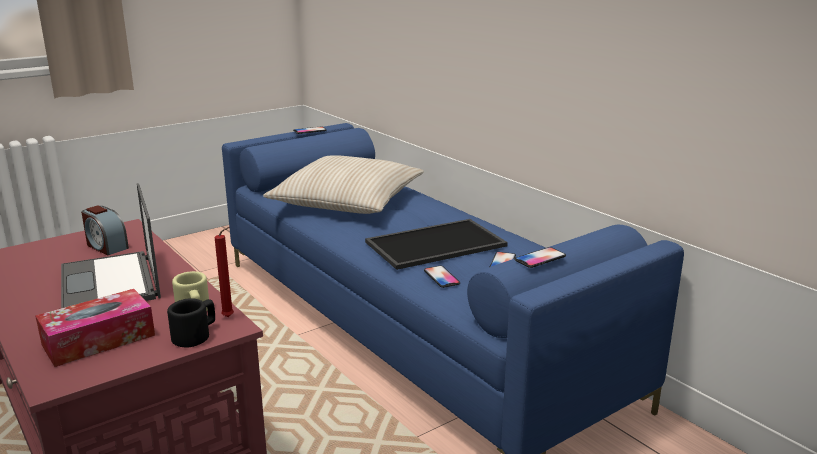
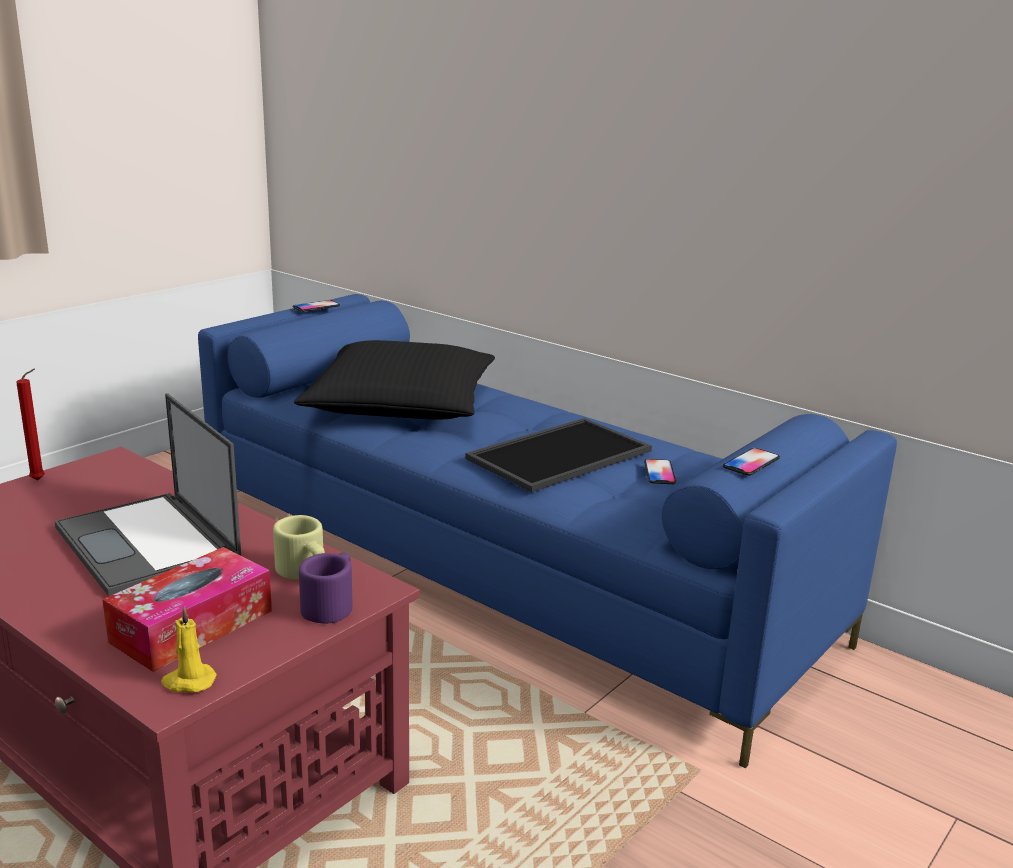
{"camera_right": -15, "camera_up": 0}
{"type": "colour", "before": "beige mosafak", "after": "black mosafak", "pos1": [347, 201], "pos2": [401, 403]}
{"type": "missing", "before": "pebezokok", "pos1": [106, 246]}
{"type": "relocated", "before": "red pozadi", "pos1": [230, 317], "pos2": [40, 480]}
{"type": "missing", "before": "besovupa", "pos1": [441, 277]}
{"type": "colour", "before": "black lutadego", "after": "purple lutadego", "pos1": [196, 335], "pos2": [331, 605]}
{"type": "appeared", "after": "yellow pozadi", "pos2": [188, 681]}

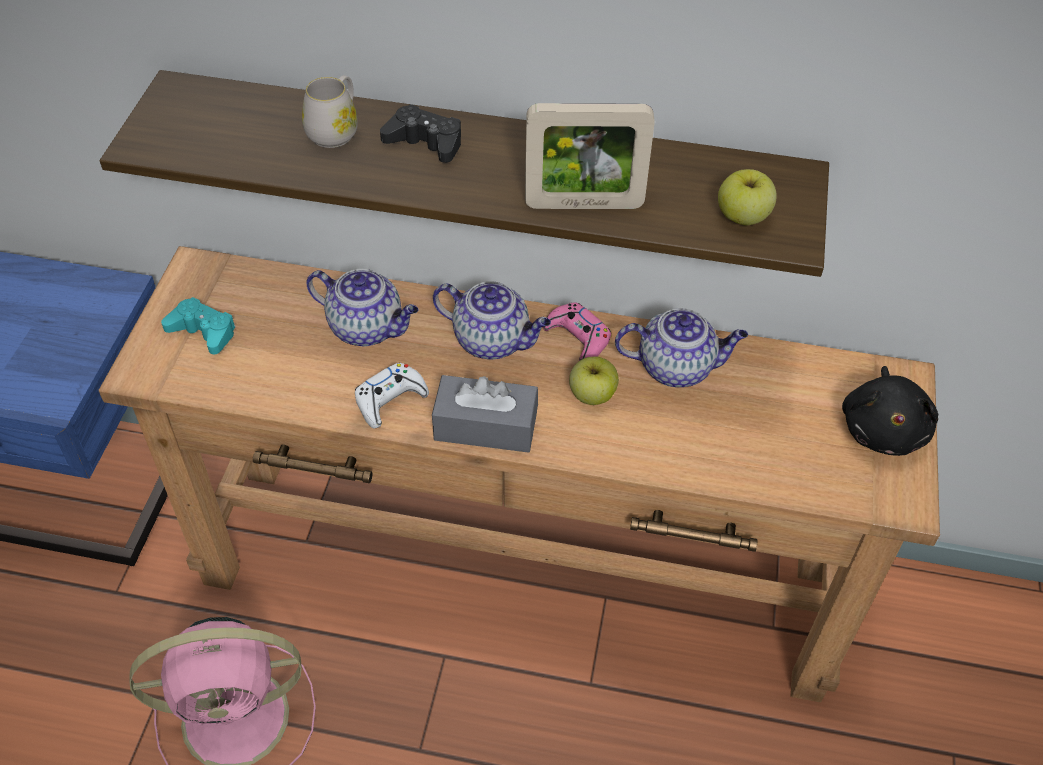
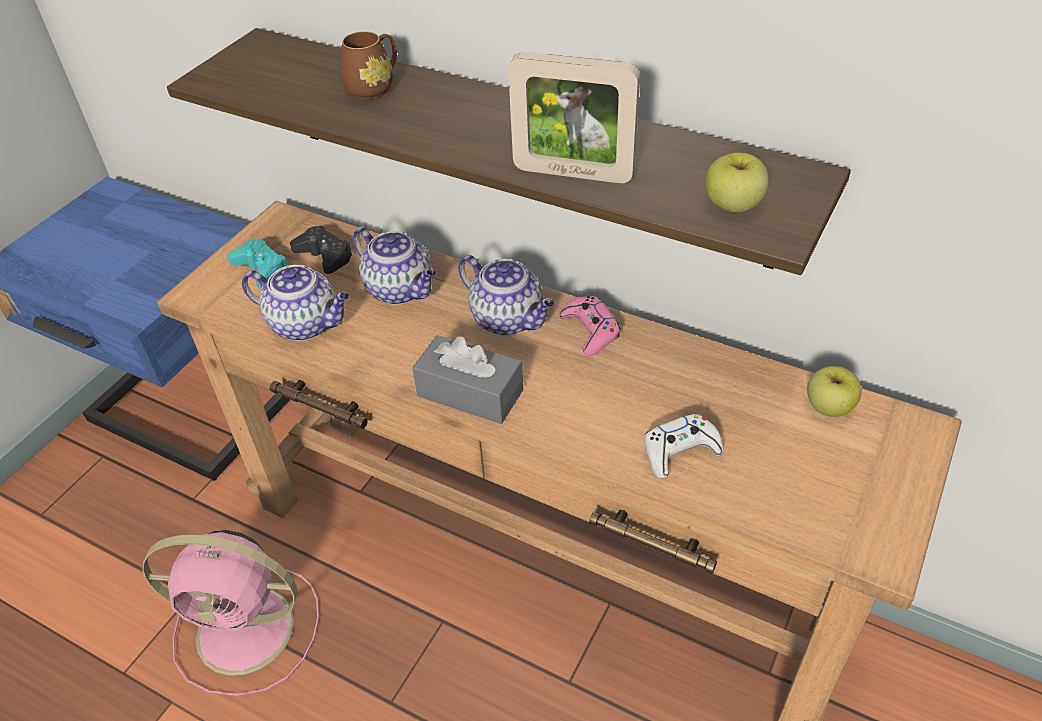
{"camera_right": 20, "camera_up": -5}
{"type": "colour", "before": "white lutadego", "after": "brown lutadego", "pos1": [336, 130], "pos2": [374, 87]}
{"type": "relocated", "before": "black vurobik", "pos1": [425, 142], "pos2": [324, 256]}
{"type": "relocated", "before": "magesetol", "pos1": [677, 367], "pos2": [306, 324]}
{"type": "relocated", "before": "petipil", "pos1": [592, 395], "pos2": [828, 407]}
{"type": "relocated", "before": "white vurobik", "pos1": [390, 400], "pos2": [680, 451]}
{"type": "missing", "before": "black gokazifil", "pos1": [883, 429]}

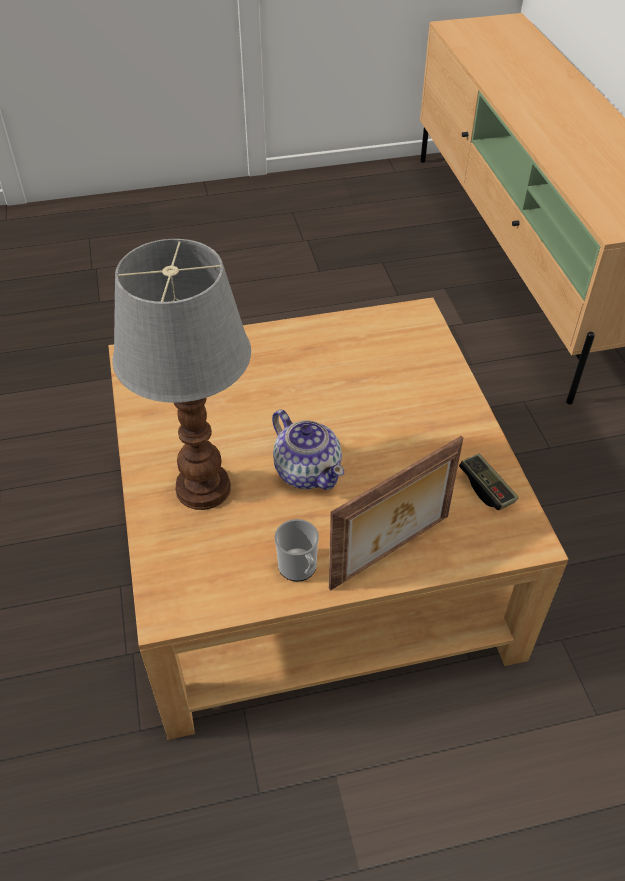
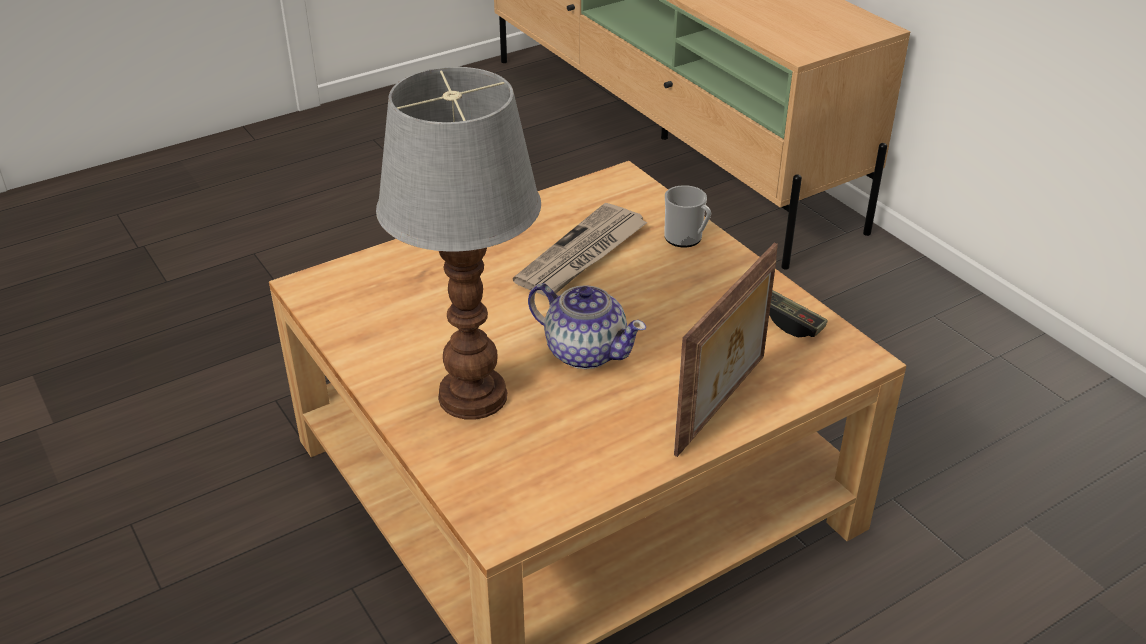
{"camera_right": -20, "camera_up": -10}
{"type": "relocated", "before": "lutadego", "pos1": [299, 569], "pos2": [686, 239]}
{"type": "appeared", "after": "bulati", "pos2": [582, 255]}

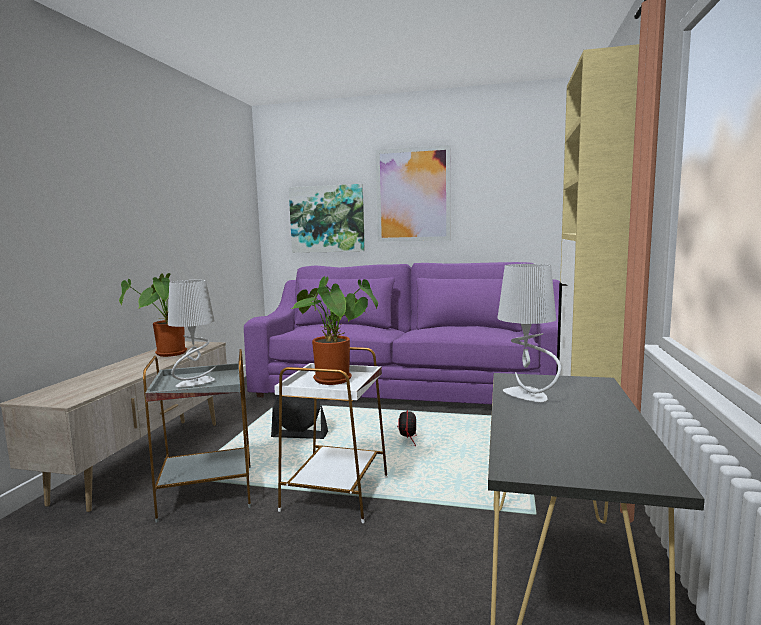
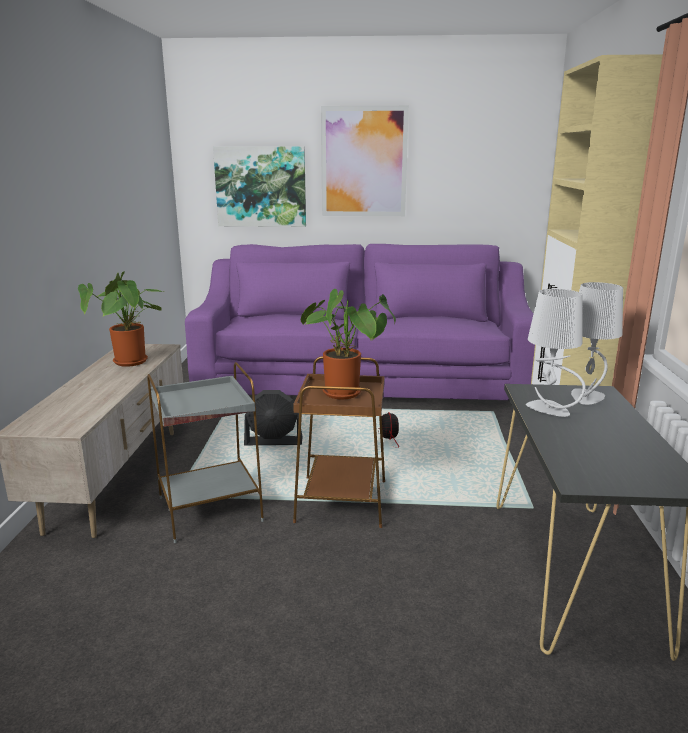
{"camera_right": -10, "camera_up": 10}
{"type": "relocated", "before": "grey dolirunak", "pos1": [195, 383], "pos2": [587, 398]}
{"type": "colour", "before": "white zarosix", "after": "brown zarosix", "pos1": [337, 493], "pos2": [342, 501]}

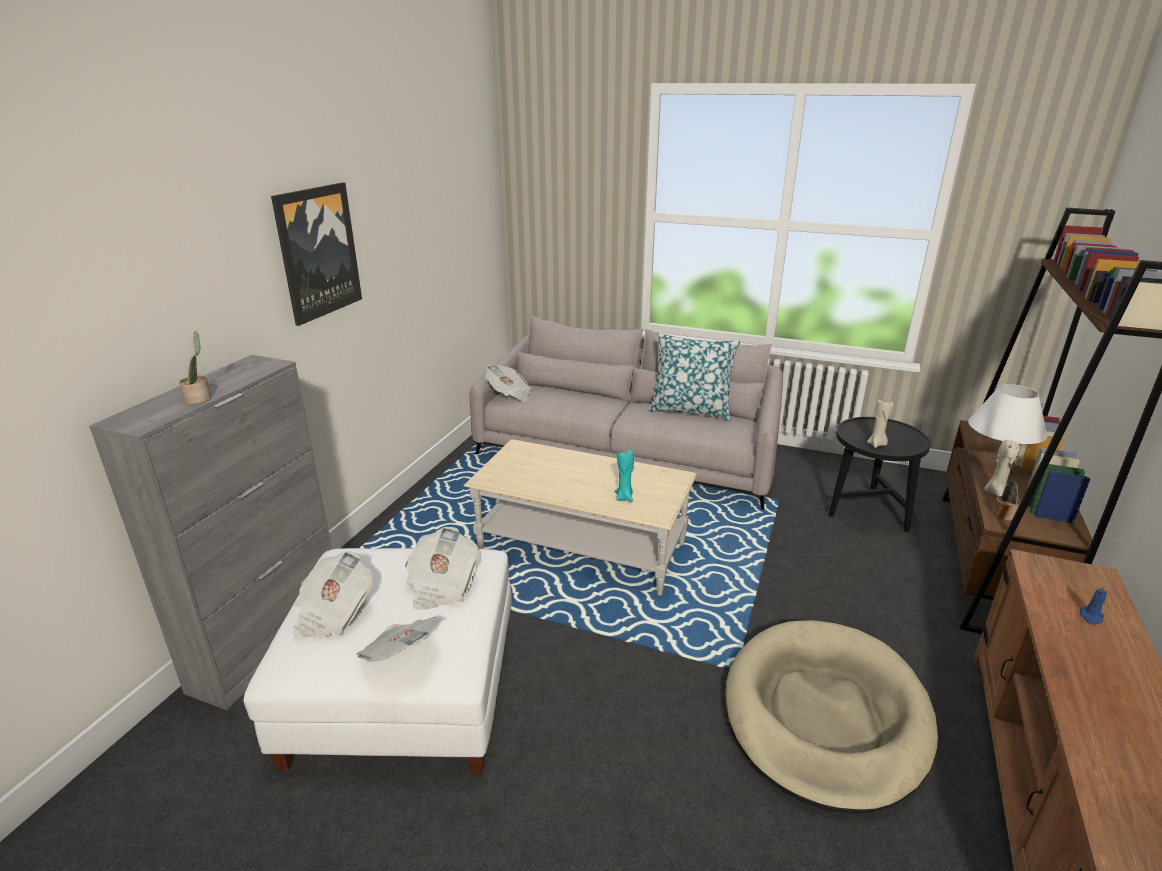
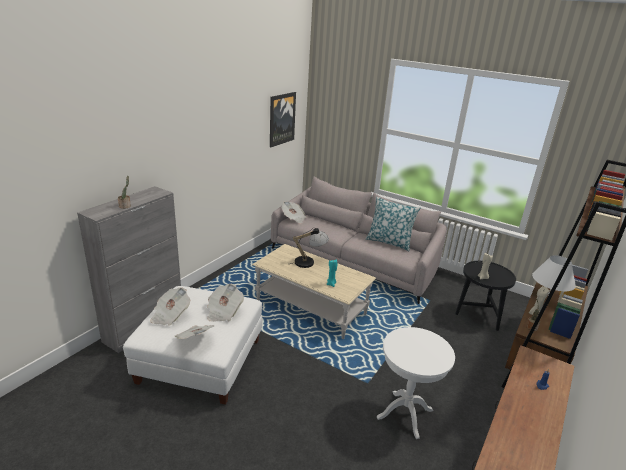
{"camera_right": 10, "camera_up": 0}
{"type": "relocated", "before": "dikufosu", "pos1": [318, 252], "pos2": [281, 119]}
{"type": "exchanged", "before": "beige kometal", "after": "white zarosix", "pos1": [825, 716], "pos2": [405, 414]}
{"type": "appeared", "after": "dolirunak", "pos2": [309, 262]}

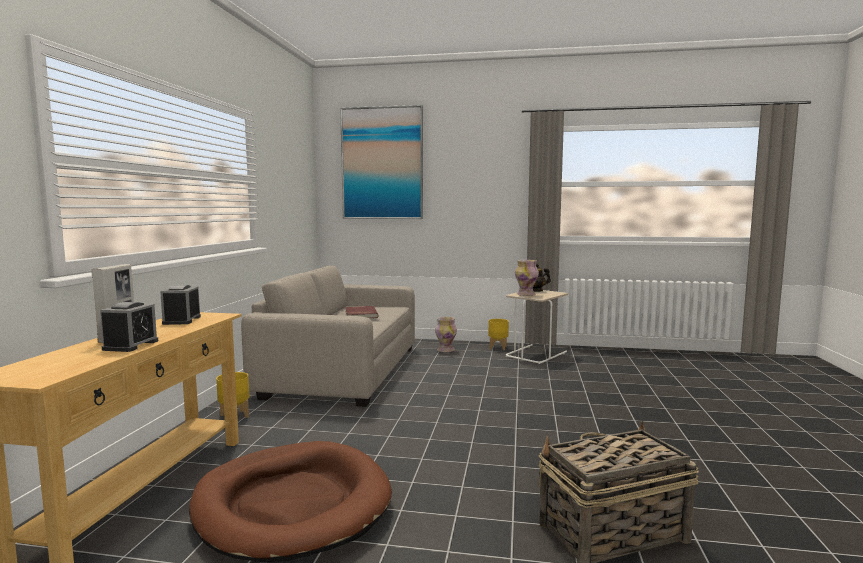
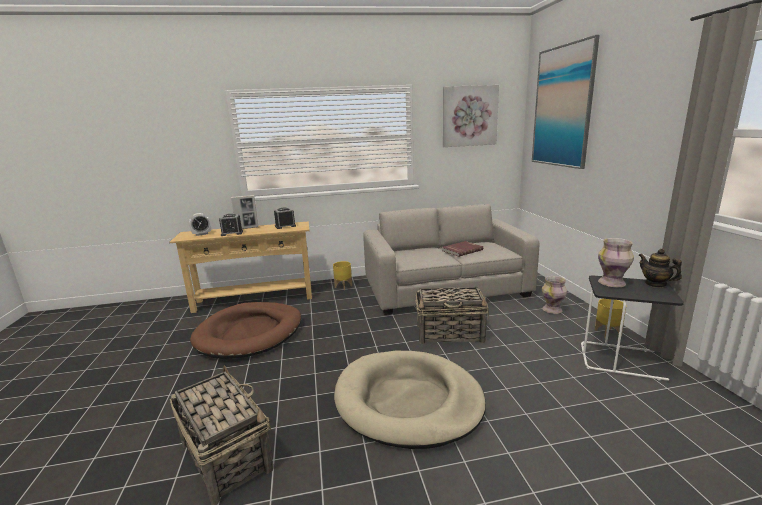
{"camera_right": 70, "camera_up": 10}
{"type": "colour", "before": "beige zarosix", "after": "black zarosix", "pos1": [535, 354], "pos2": [621, 360]}
{"type": "appeared", "after": "dikufosu", "pos2": [469, 116]}
{"type": "appeared", "after": "pebezokok", "pos2": [202, 234]}
{"type": "appeared", "after": "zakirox", "pos2": [450, 333]}
{"type": "appeared", "after": "beige kometal", "pos2": [408, 401]}

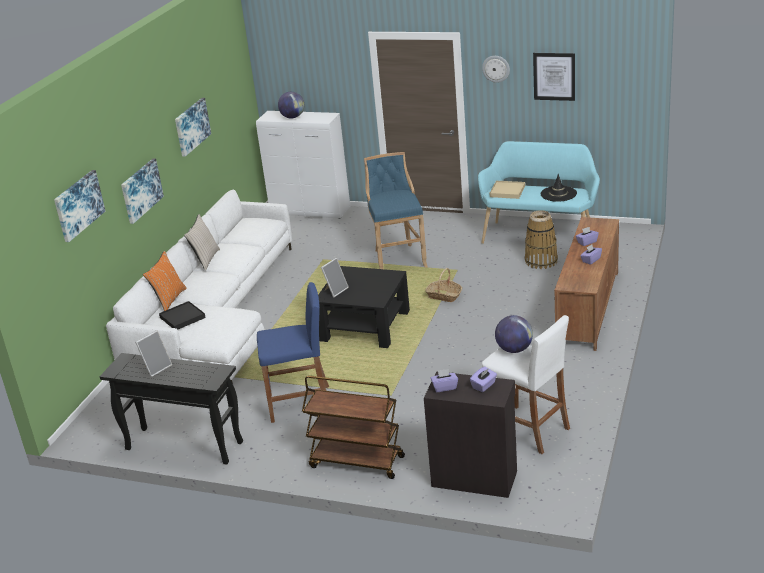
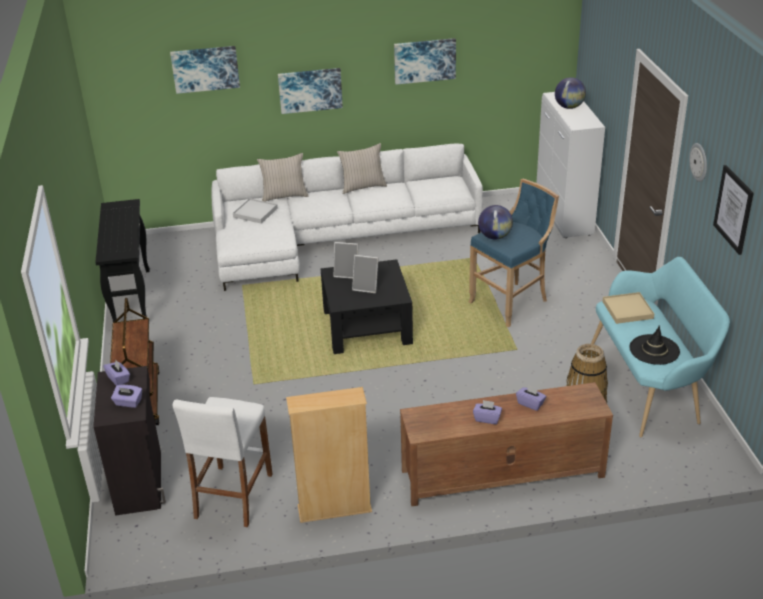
{"camera_right": 60, "camera_up": 5}
{"type": "colour", "before": "orange mosafak", "after": "beige mosafak", "pos1": [169, 300], "pos2": [284, 196]}
{"type": "missing", "before": "zakirox", "pos1": [444, 296]}
{"type": "missing", "before": "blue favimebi", "pos1": [301, 404]}
{"type": "colour", "before": "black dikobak", "after": "white dikobak", "pos1": [182, 317], "pos2": [255, 213]}
{"type": "relocated", "before": "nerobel", "pos1": [514, 349], "pos2": [495, 236]}
{"type": "relocated", "before": "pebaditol", "pos1": [156, 368], "pos2": [366, 287]}
{"type": "appeared", "after": "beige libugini", "pos2": [334, 509]}

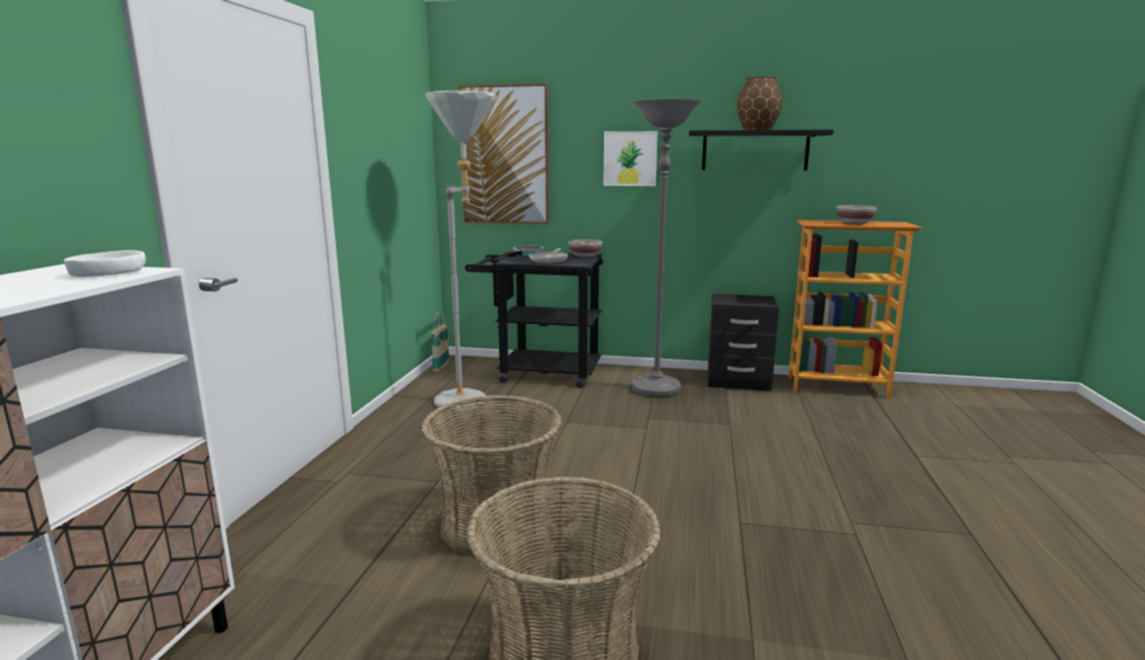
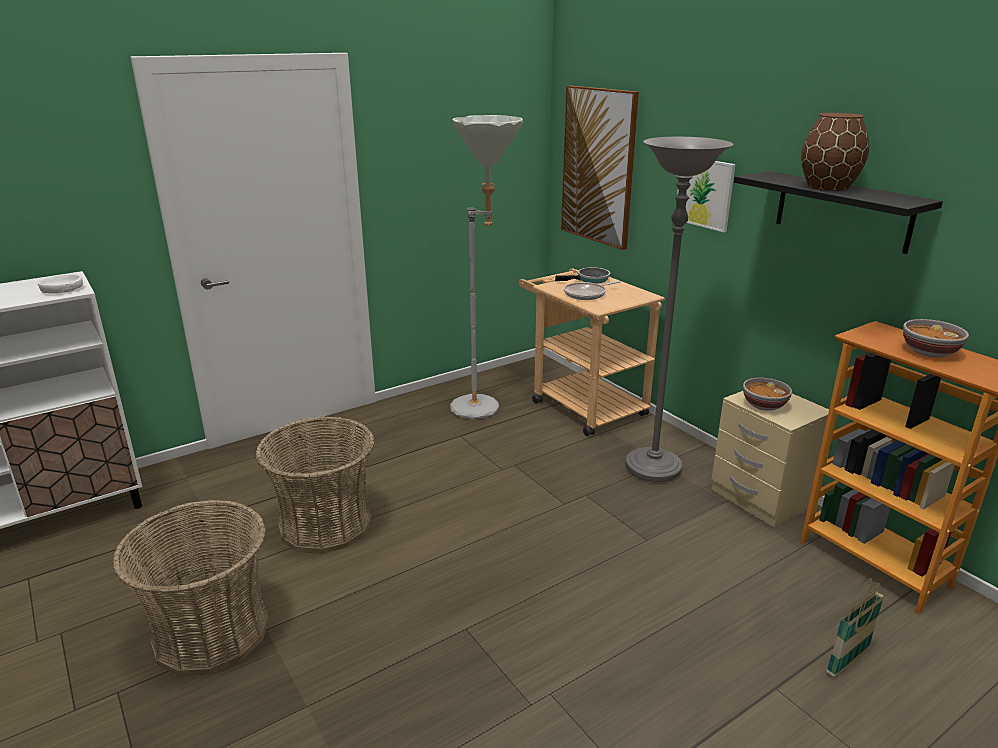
{"camera_right": 45, "camera_up": 10}
{"type": "relocated", "before": "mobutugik", "pos1": [585, 256], "pos2": [763, 405]}
{"type": "colour", "before": "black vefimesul", "after": "beige vefimesul", "pos1": [539, 373], "pos2": [582, 404]}
{"type": "colour", "before": "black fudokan", "after": "beige fudokan", "pos1": [738, 381], "pos2": [760, 498]}
{"type": "relocated", "before": "zakirox", "pos1": [441, 367], "pos2": [847, 662]}

